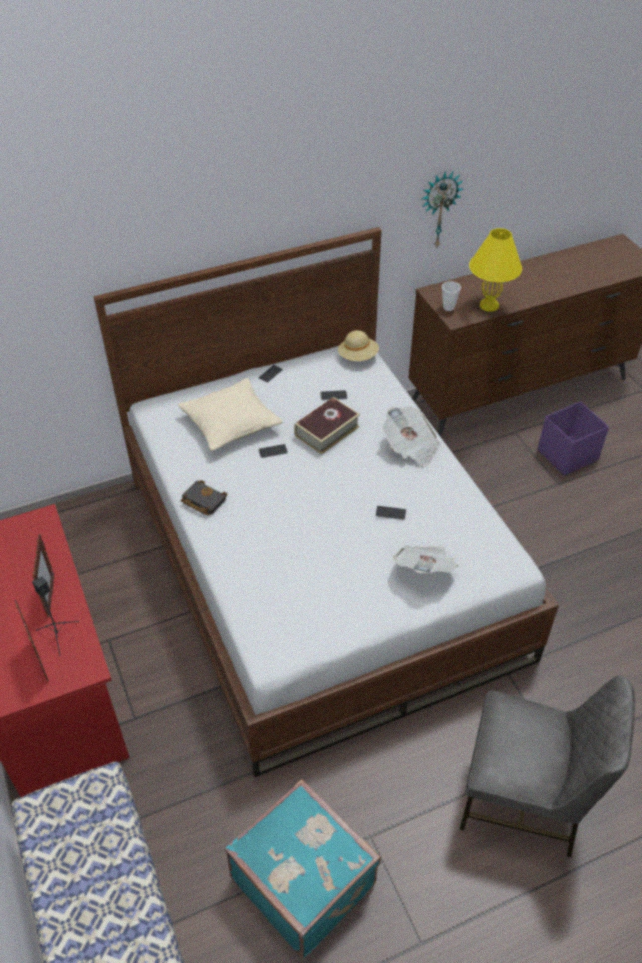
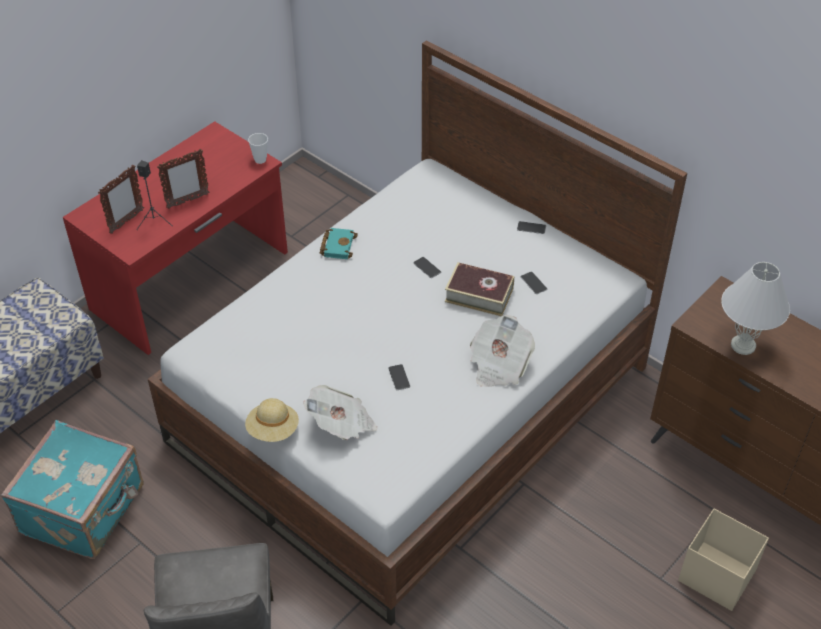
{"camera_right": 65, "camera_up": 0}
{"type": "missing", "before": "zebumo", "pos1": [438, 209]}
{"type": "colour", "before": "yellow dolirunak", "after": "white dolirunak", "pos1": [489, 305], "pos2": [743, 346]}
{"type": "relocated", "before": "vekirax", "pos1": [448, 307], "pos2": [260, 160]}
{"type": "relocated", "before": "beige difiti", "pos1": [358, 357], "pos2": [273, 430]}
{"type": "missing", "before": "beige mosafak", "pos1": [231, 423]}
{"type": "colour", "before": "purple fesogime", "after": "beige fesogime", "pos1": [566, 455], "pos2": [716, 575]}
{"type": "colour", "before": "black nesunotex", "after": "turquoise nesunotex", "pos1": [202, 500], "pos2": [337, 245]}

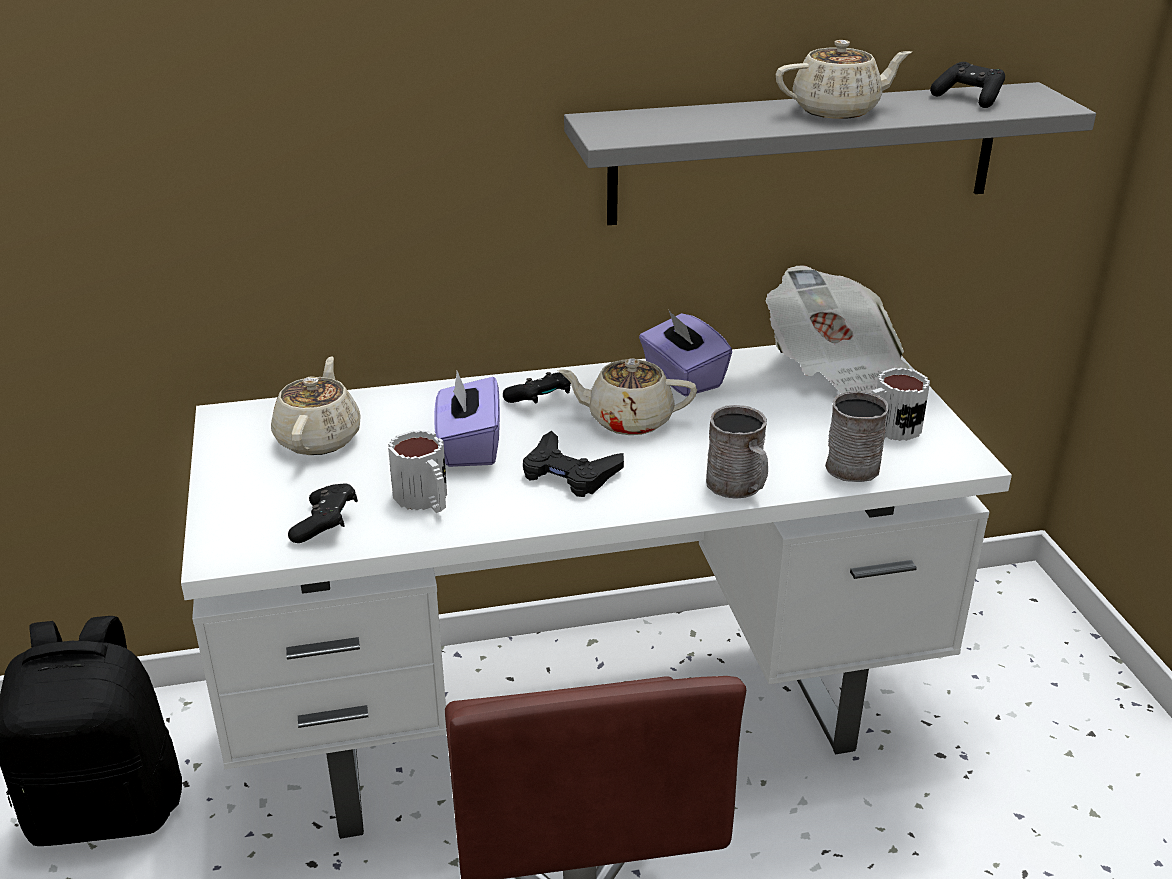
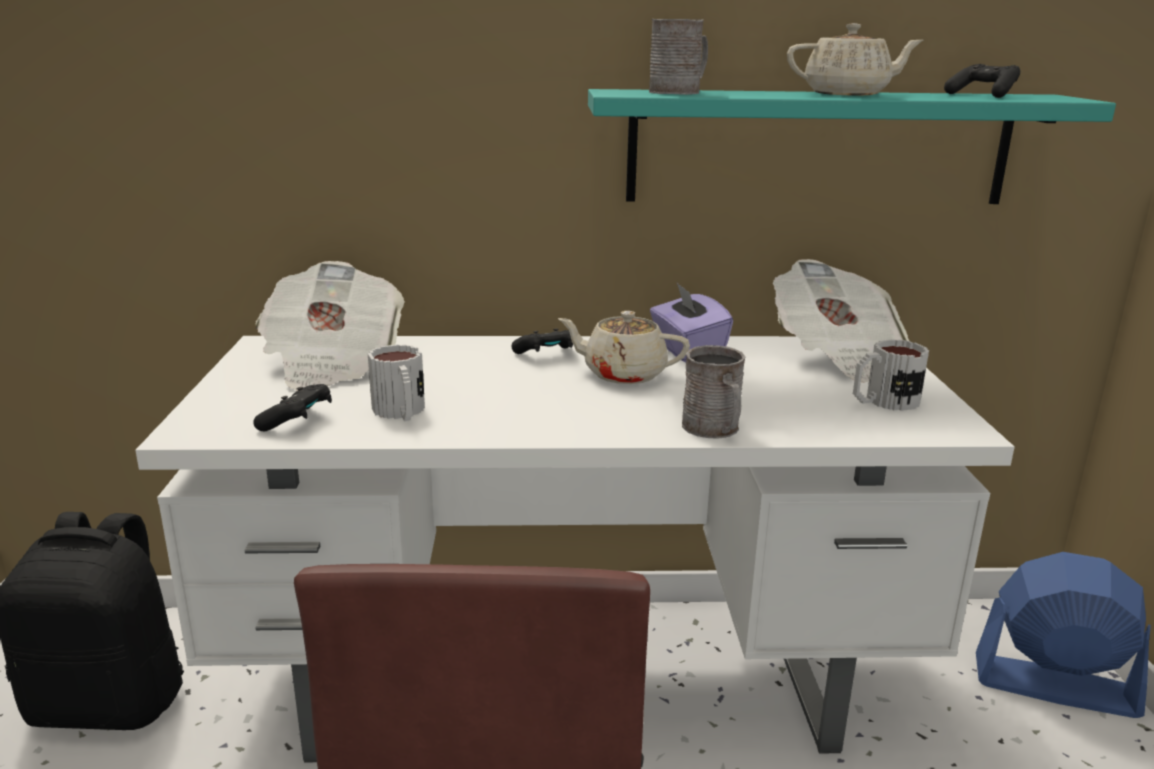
{"camera_right": 10, "camera_up": -10}
{"type": "colour", "before": "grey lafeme", "after": "turquoise lafeme", "pos1": [804, 153], "pos2": [819, 148]}
{"type": "exchanged", "before": "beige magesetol", "after": "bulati", "pos1": [319, 438], "pos2": [332, 363]}
{"type": "missing", "before": "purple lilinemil", "pos1": [469, 446]}
{"type": "relocated", "before": "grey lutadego", "pos1": [856, 464], "pos2": [679, 92]}
{"type": "missing", "before": "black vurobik", "pos1": [569, 473]}
{"type": "appeared", "after": "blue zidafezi", "pos2": [1054, 685]}

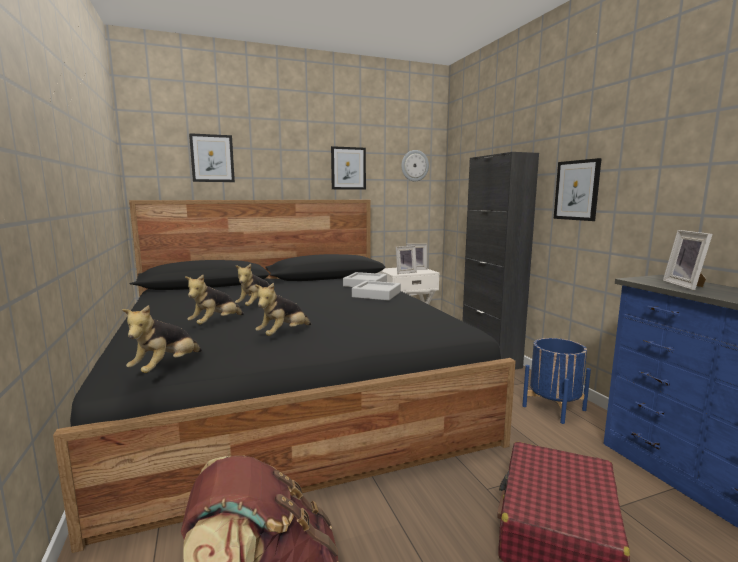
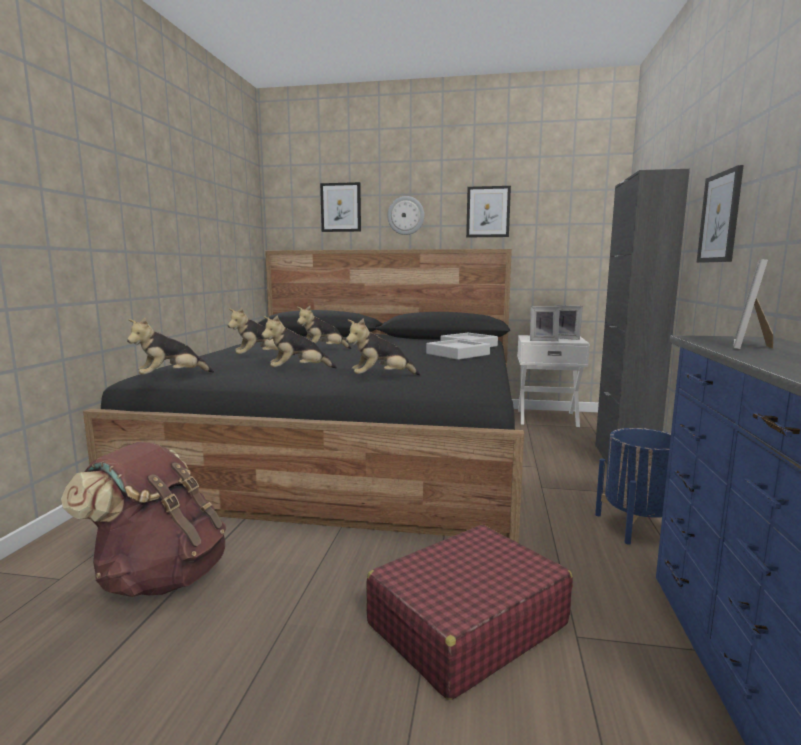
{"camera_right": 30, "camera_up": 0}
{"type": "relocated", "before": "zebumo", "pos1": [414, 165], "pos2": [406, 215]}
{"type": "appeared", "after": "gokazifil", "pos2": [381, 378]}

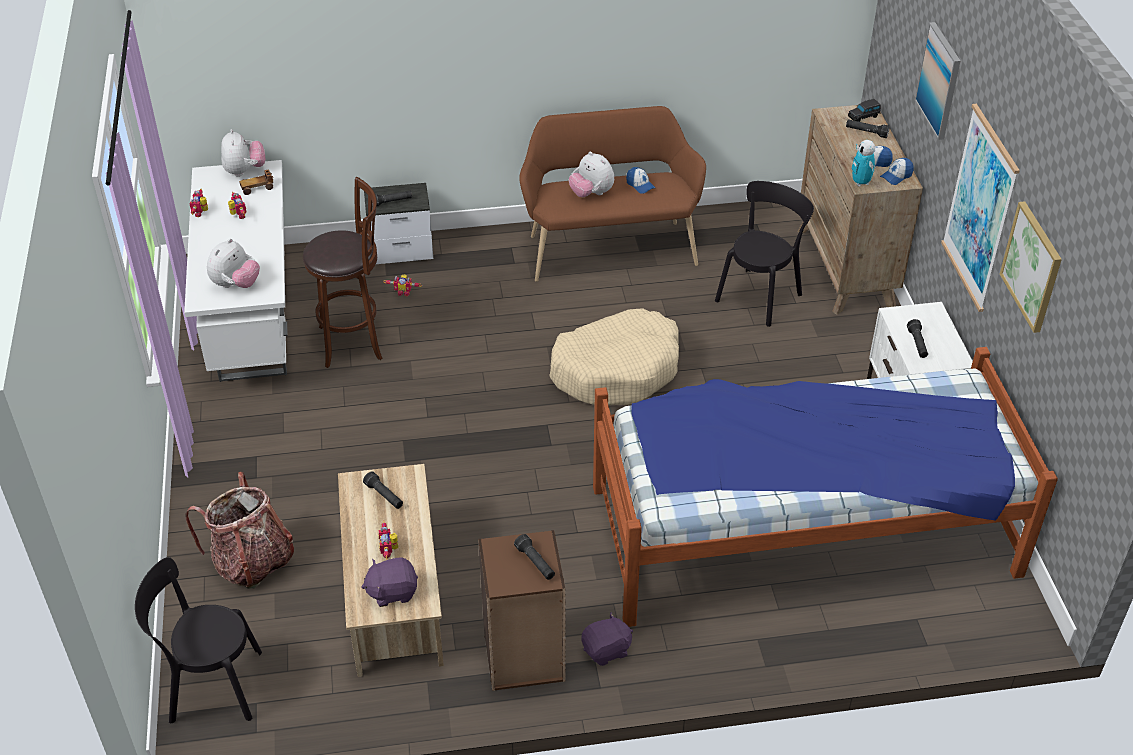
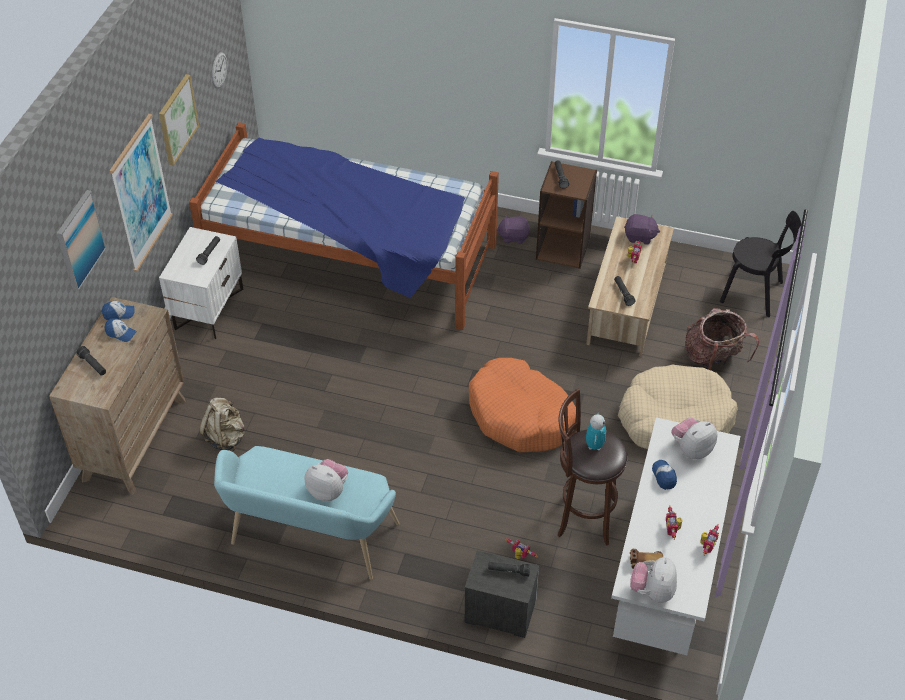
{"camera_right": -155, "camera_up": 5}
{"type": "missing", "before": "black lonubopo", "pos1": [864, 116]}
{"type": "colour", "before": "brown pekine", "after": "turquoise pekine", "pos1": [609, 247], "pos2": [310, 539]}
{"type": "relocated", "before": "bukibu", "pos1": [860, 182], "pos2": [594, 445]}
{"type": "spun", "before": "gokazifil", "pos1": [591, 193], "pos2": [328, 490], "turn": -45}
{"type": "relocated", "before": "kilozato", "pos1": [640, 185], "pos2": [664, 476]}
{"type": "exchanged", "before": "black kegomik", "after": "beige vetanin", "pos1": [760, 295], "pos2": [225, 438]}
{"type": "relocated", "before": "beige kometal", "pos1": [616, 370], "pos2": [674, 419]}
{"type": "appeared", "after": "zebumo", "pos2": [219, 70]}
{"type": "appeared", "after": "orange kometal", "pos2": [521, 415]}

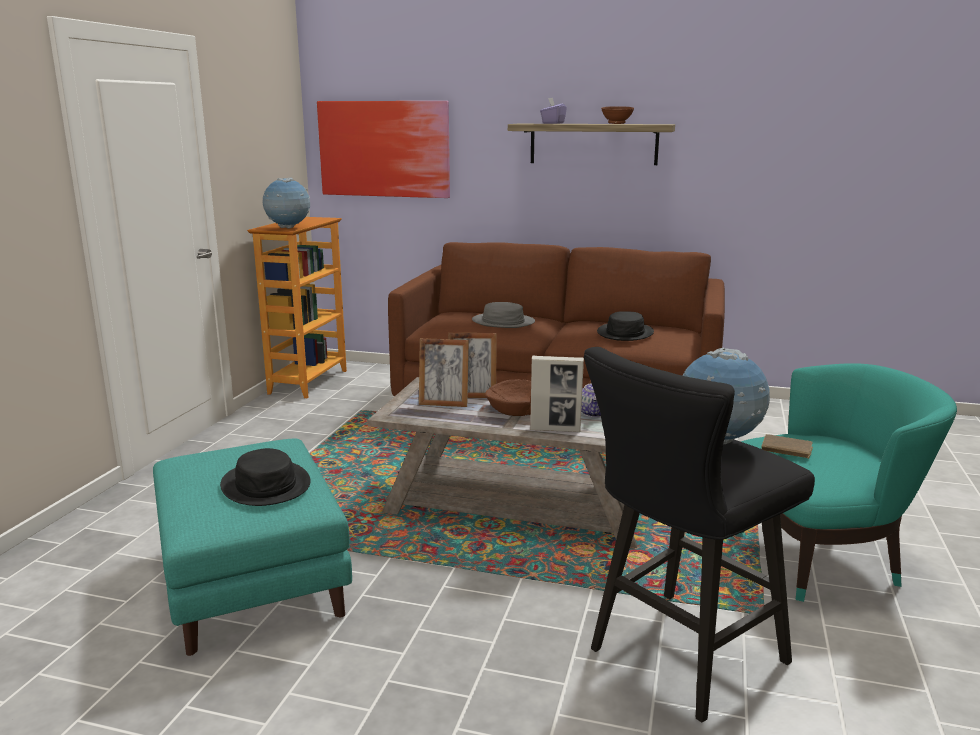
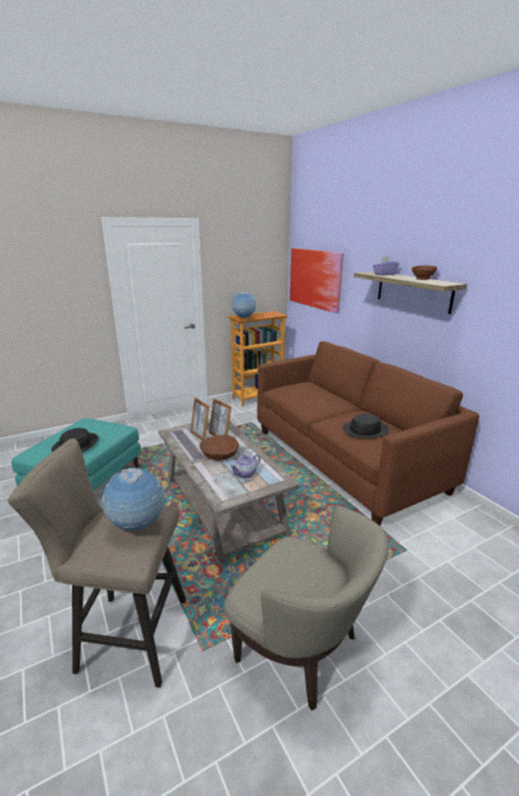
{"camera_right": 45, "camera_up": 5}
{"type": "missing", "before": "grey difiti", "pos1": [503, 322]}
{"type": "colour", "before": "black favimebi", "after": "beige favimebi", "pos1": [677, 659], "pos2": [125, 635]}
{"type": "missing", "before": "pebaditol", "pos1": [555, 429]}
{"type": "colour", "before": "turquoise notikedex", "after": "beige notikedex", "pos1": [821, 559], "pos2": [301, 649]}
{"type": "missing", "before": "brown nesunotex", "pos1": [786, 450]}

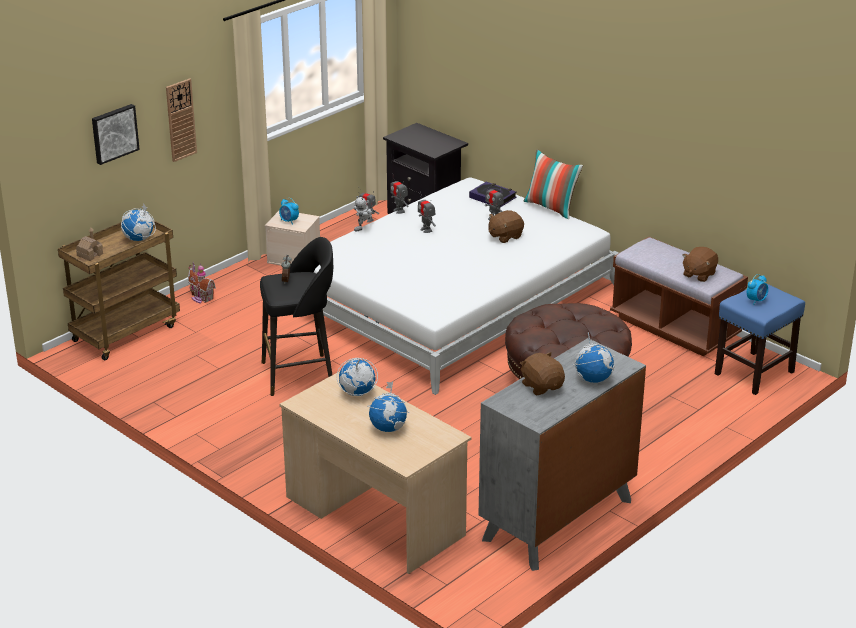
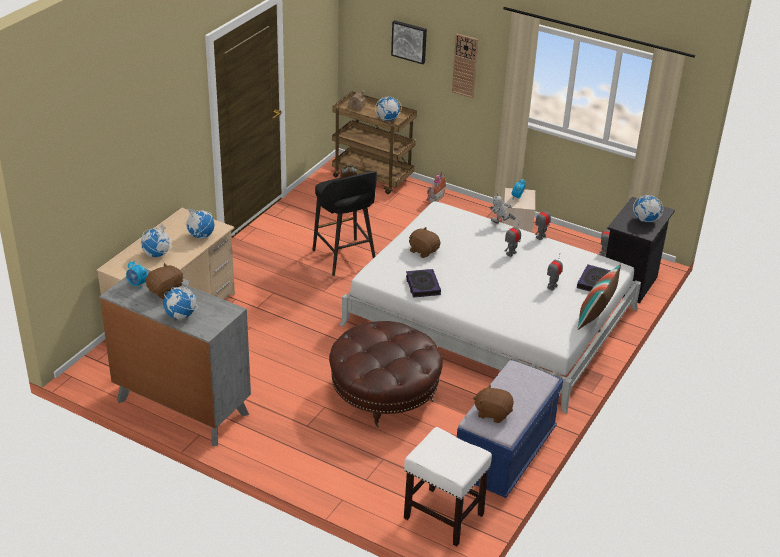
{"camera_right": 75, "camera_up": 5}
{"type": "relocated", "before": "brown gokazifil", "pos1": [505, 236], "pos2": [423, 251]}
{"type": "colour", "before": "brown pekine", "after": "blue pekine", "pos1": [674, 327], "pos2": [505, 455]}
{"type": "relocated", "before": "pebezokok", "pos1": [756, 300], "pos2": [137, 284]}
{"type": "colour", "before": "blue favimebi", "after": "white favimebi", "pos1": [753, 373], "pos2": [442, 516]}
{"type": "appeared", "after": "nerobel", "pos2": [645, 220]}
{"type": "appeared", "after": "nesunotex", "pos2": [422, 286]}

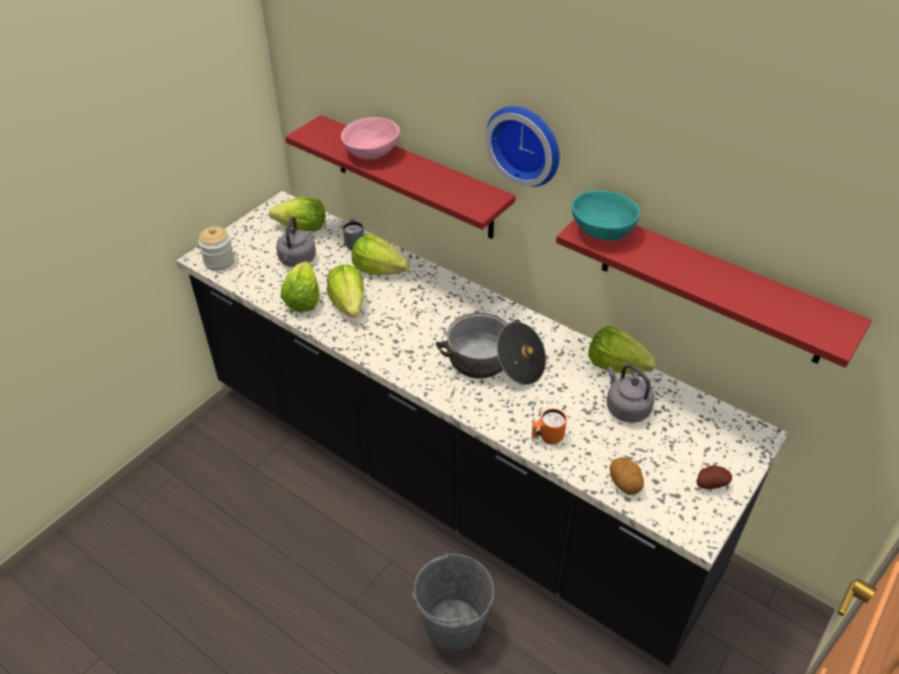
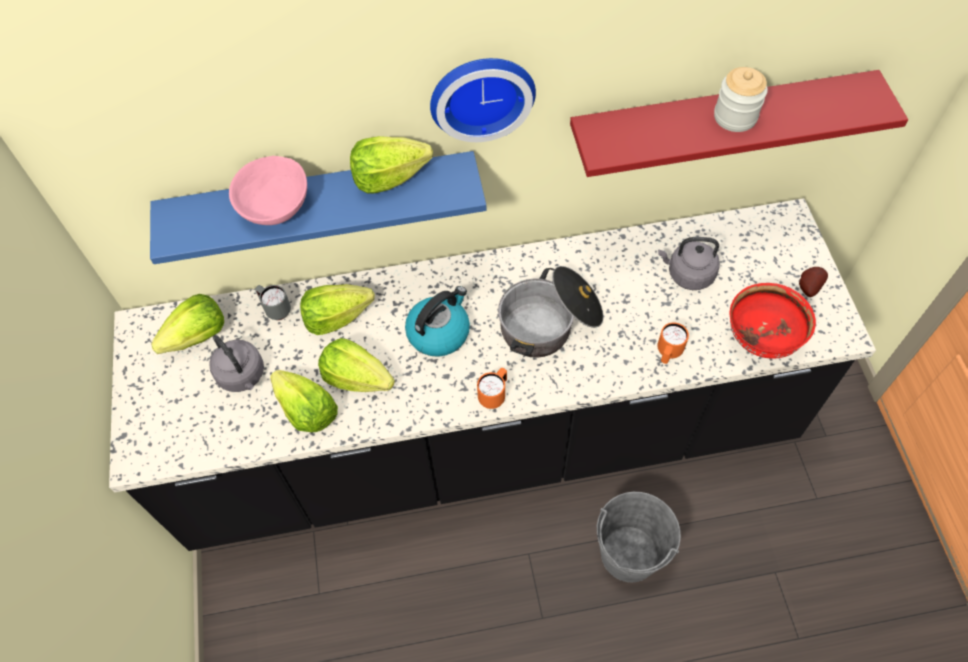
{"camera_right": -45, "camera_up": 15}
{"type": "colour", "before": "red lafeme", "after": "blue lafeme", "pos1": [413, 178], "pos2": [321, 200]}
{"type": "missing", "before": "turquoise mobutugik", "pos1": [602, 231]}
{"type": "relocated", "before": "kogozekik", "pos1": [219, 261], "pos2": [735, 117]}
{"type": "relocated", "before": "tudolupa", "pos1": [616, 365], "pos2": [389, 178]}
{"type": "exchanged", "before": "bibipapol", "after": "red mobutugik", "pos1": [625, 484], "pos2": [761, 340]}
{"type": "appeared", "after": "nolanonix", "pos2": [439, 332]}
{"type": "appeared", "after": "orange lutadego", "pos2": [494, 395]}

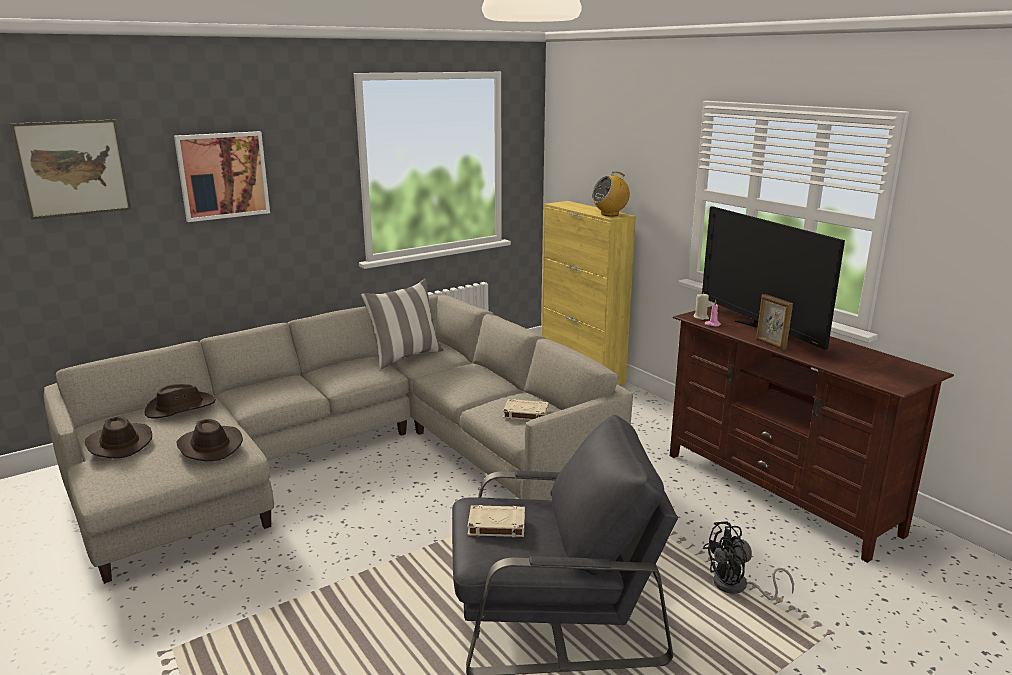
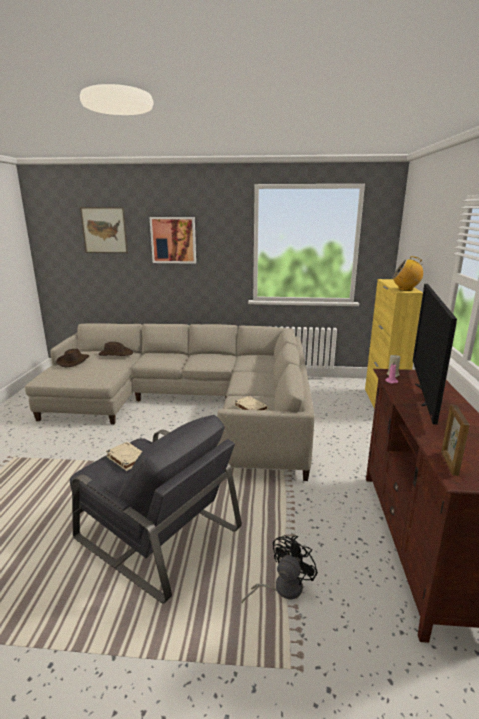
{"camera_right": 40, "camera_up": 0}
{"type": "missing", "before": "mosafak", "pos1": [405, 357]}
{"type": "relocated", "before": "pebaditol", "pos1": [770, 344], "pos2": [449, 463]}
{"type": "missing", "before": "brown difiti", "pos1": [209, 446]}
{"type": "spun", "before": "black zidafezi", "pos1": [737, 587], "pos2": [282, 588], "turn": 105}

